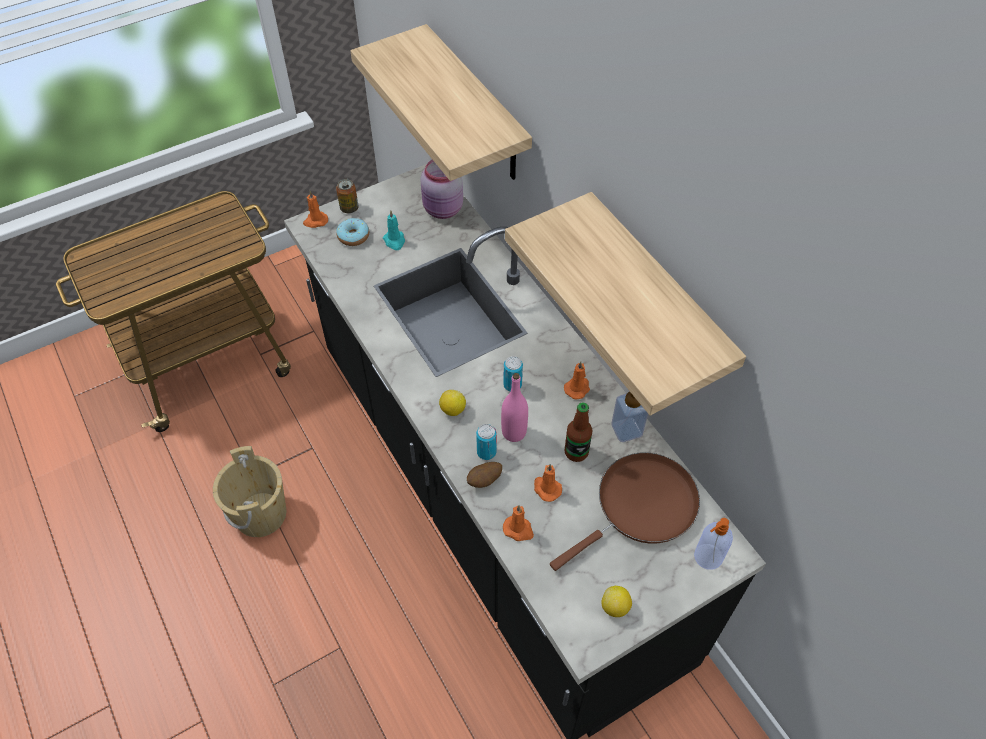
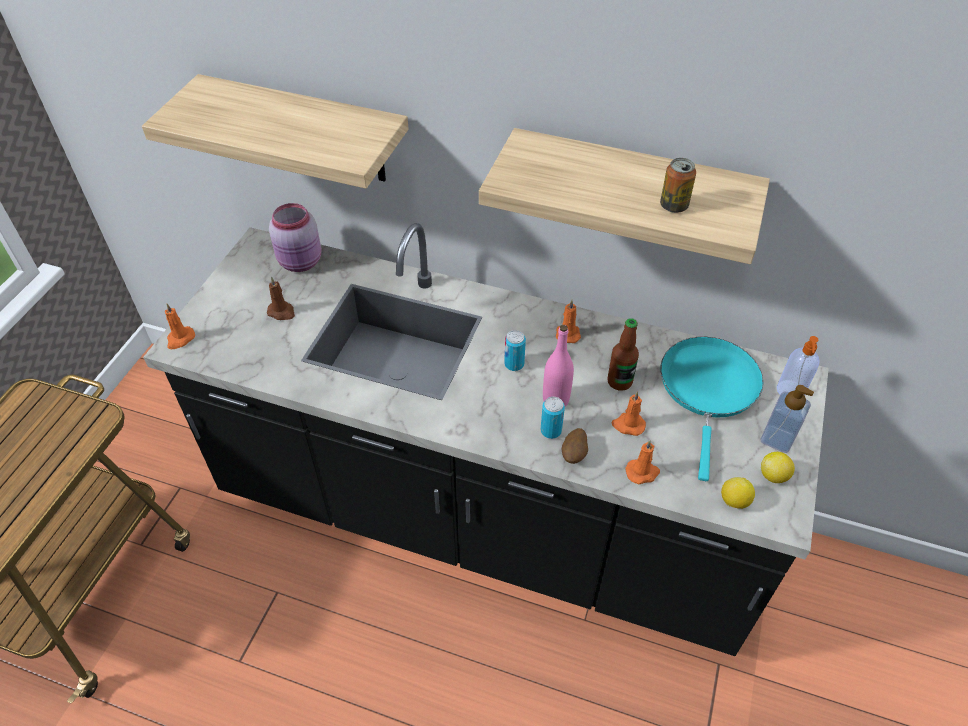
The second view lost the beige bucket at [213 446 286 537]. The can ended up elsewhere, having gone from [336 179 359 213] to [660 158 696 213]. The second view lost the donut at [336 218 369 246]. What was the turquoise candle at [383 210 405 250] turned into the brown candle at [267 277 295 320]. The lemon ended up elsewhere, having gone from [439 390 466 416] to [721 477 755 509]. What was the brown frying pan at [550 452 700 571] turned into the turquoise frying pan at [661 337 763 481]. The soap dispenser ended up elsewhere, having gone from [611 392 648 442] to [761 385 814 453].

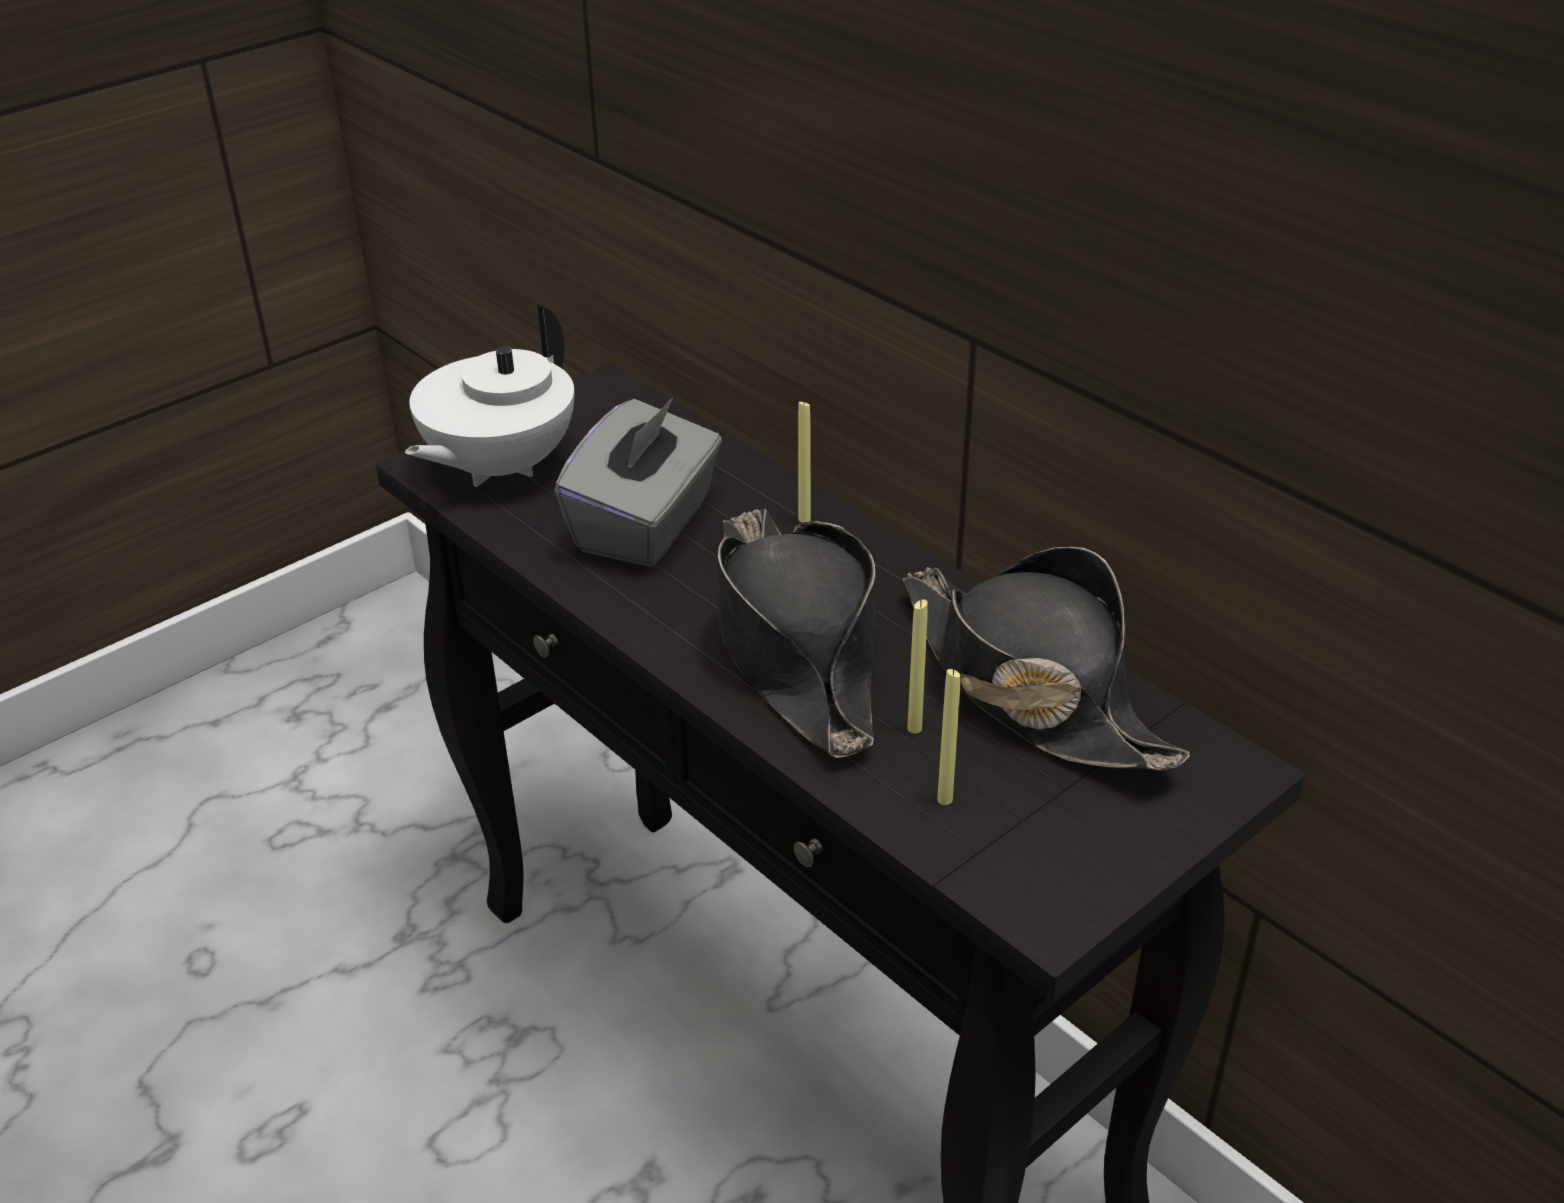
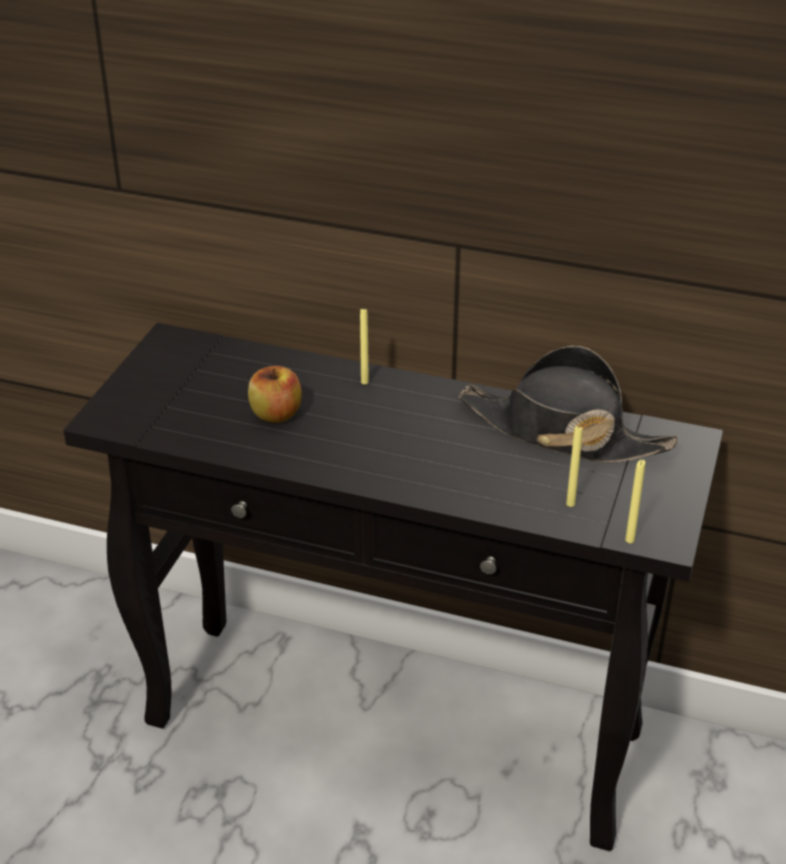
The second view lost the white teapot at [405 305 574 487]. Where the grey tissue box stood at [554 398 722 567], the apple came to stand at [248 366 302 423]. The second view lost the black hat at [718 509 876 758]. The yellow candle ended up elsewhere, having gone from [907 600 928 734] to [625 460 645 543].

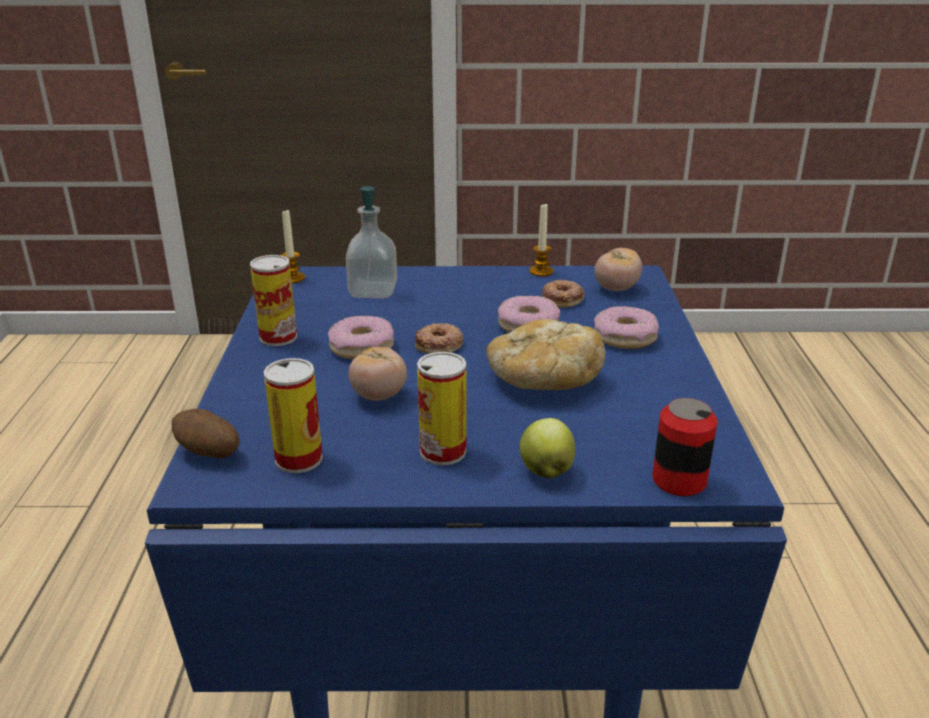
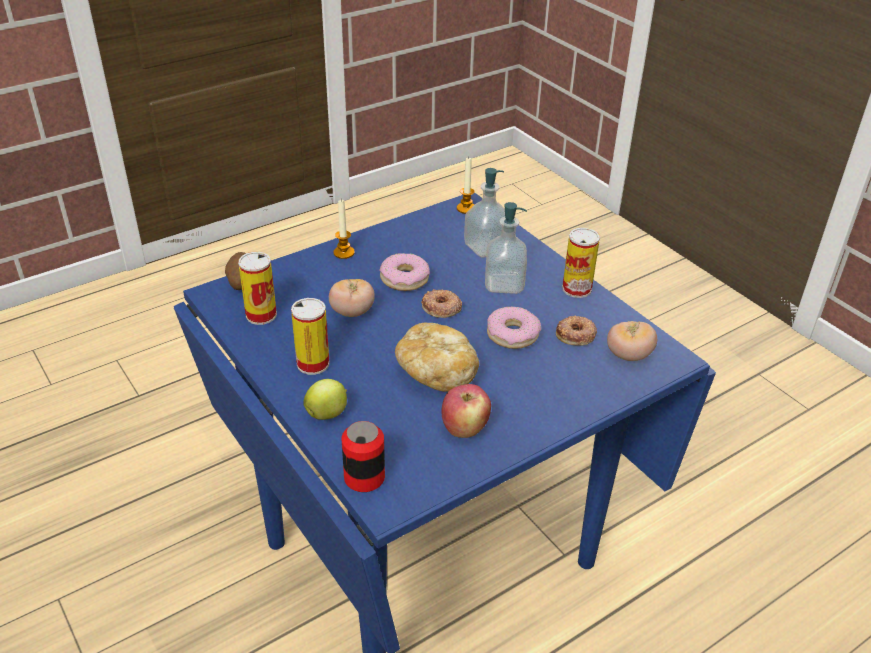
The can ended up elsewhere, having gone from [250 255 297 346] to [562 228 600 298]. The candle ended up elsewhere, having gone from [529 204 553 276] to [333 200 355 259]. The second view lost the donut at [594 306 659 349]. The second view gained the apple at [441 384 491 438]. The second view gained the soap dispenser at [485 202 527 294].

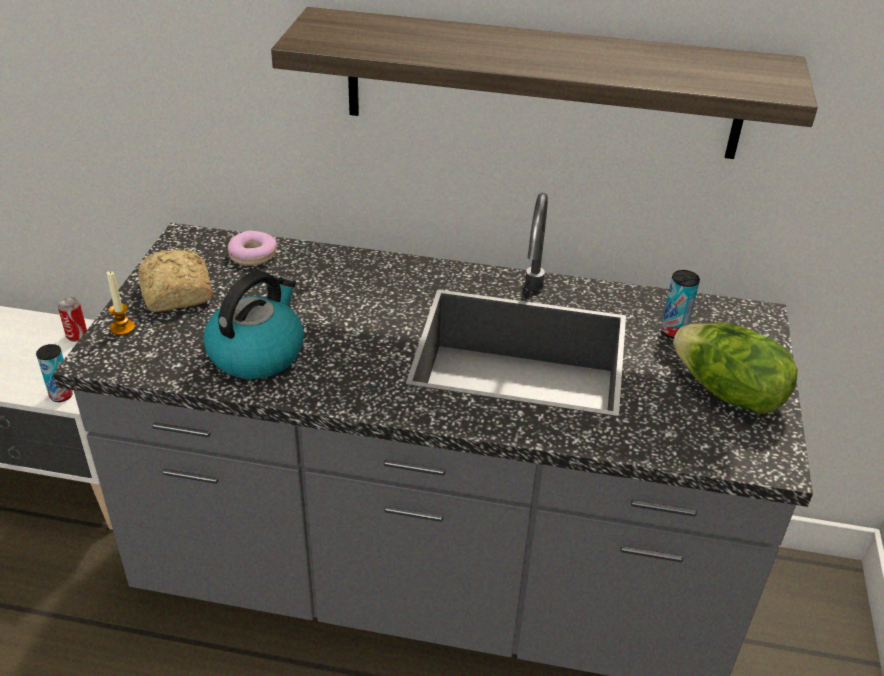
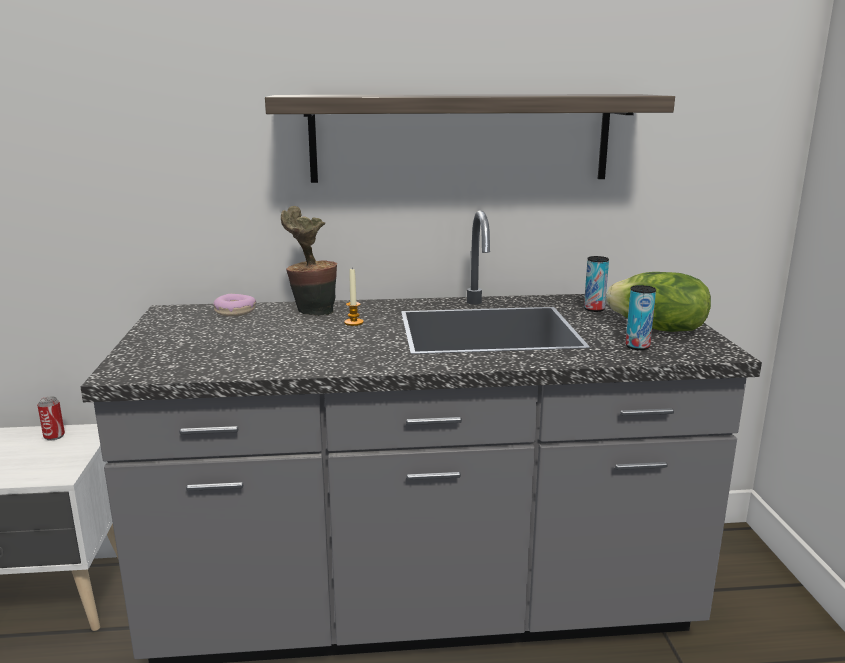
The can ended up elsewhere, having gone from [36 344 73 402] to [625 285 656 350]. The candle ended up elsewhere, having gone from [107 271 135 335] to [344 269 364 326]. The second view lost the bread at [138 249 213 312]. The second view lost the kettle at [203 271 304 379]. The second view gained the potted plant at [281 206 337 316].

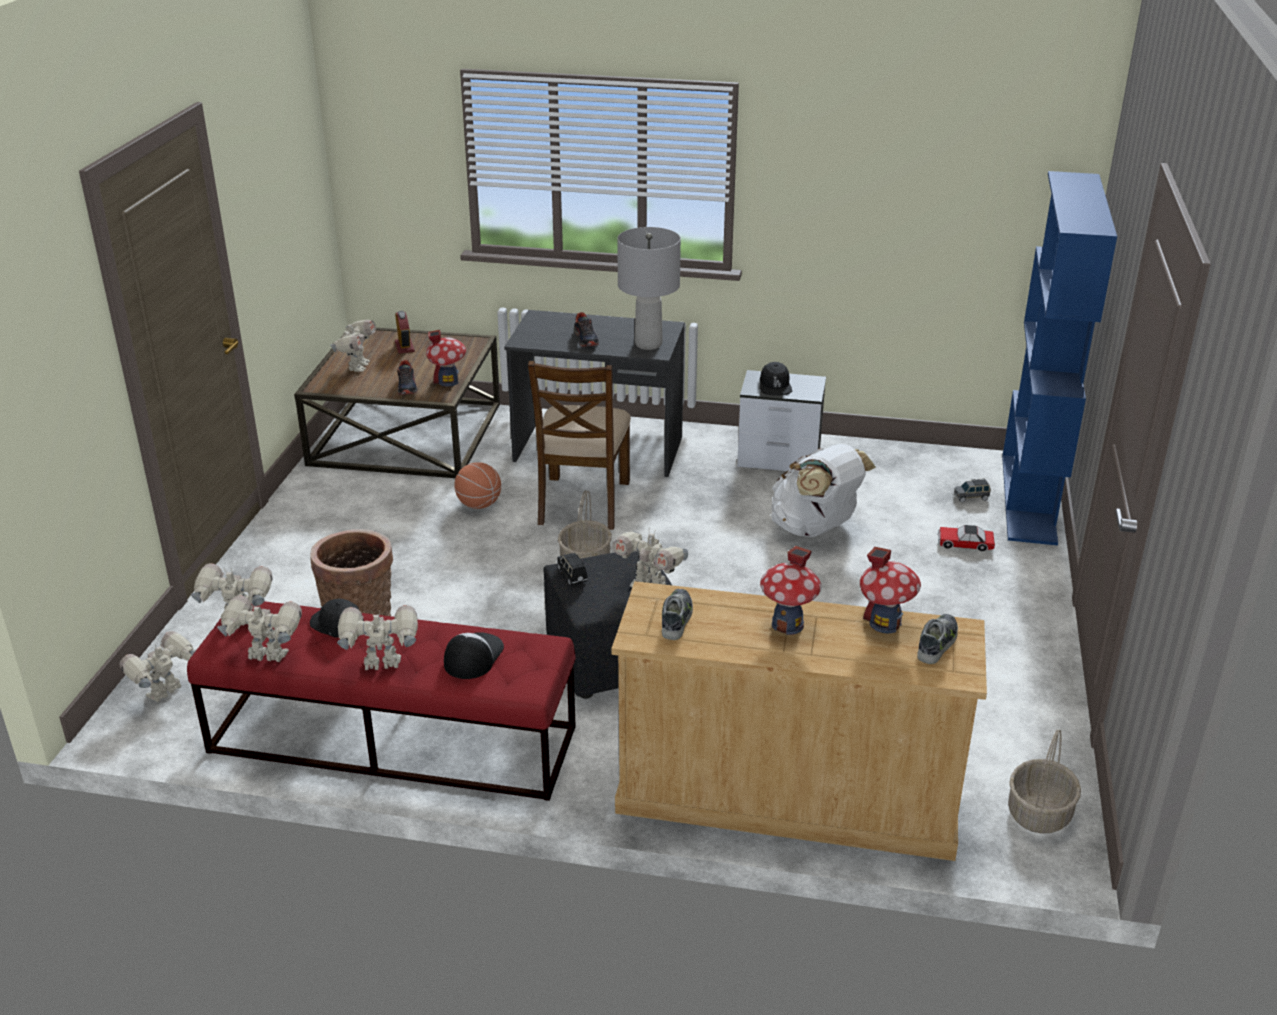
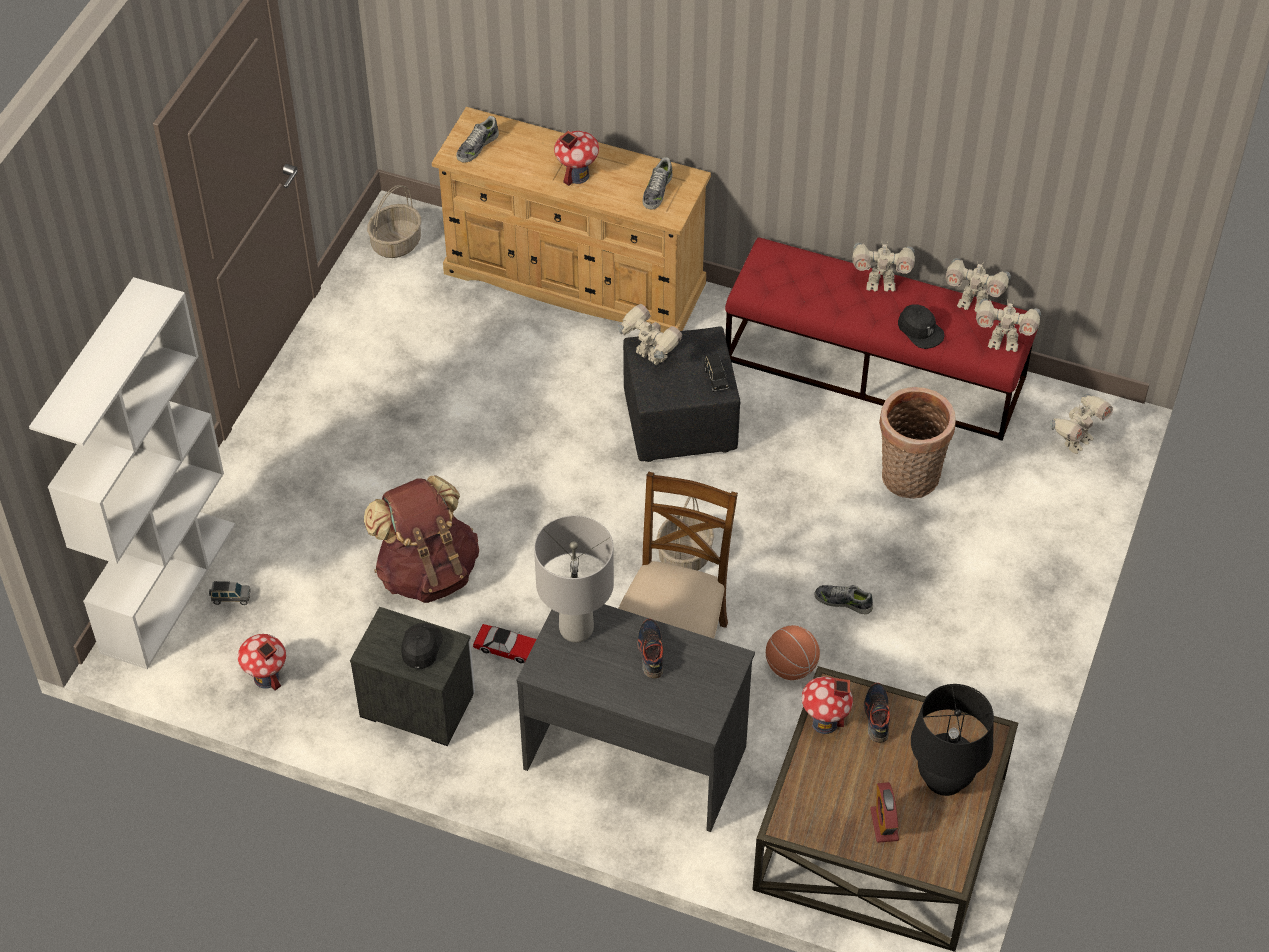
Where the toy robot stood at [330 320 376 372], the black table lamp came to stand at [911 684 994 796]. The second view lost the cap at [444 632 504 679]. What was the white backpack at [771 444 876 537] turned into the brown backpack at [364 475 479 603]. The toy house ended up elsewhere, having gone from [860 547 921 633] to [238 634 286 691]. The toy car ended up elsewhere, having gone from [938 525 995 551] to [473 624 537 664]. What was the blue bookcase at [1002 171 1117 545] turned into the white bookcase at [29 277 235 669]. The second view gained the shoe at [815 585 873 614].

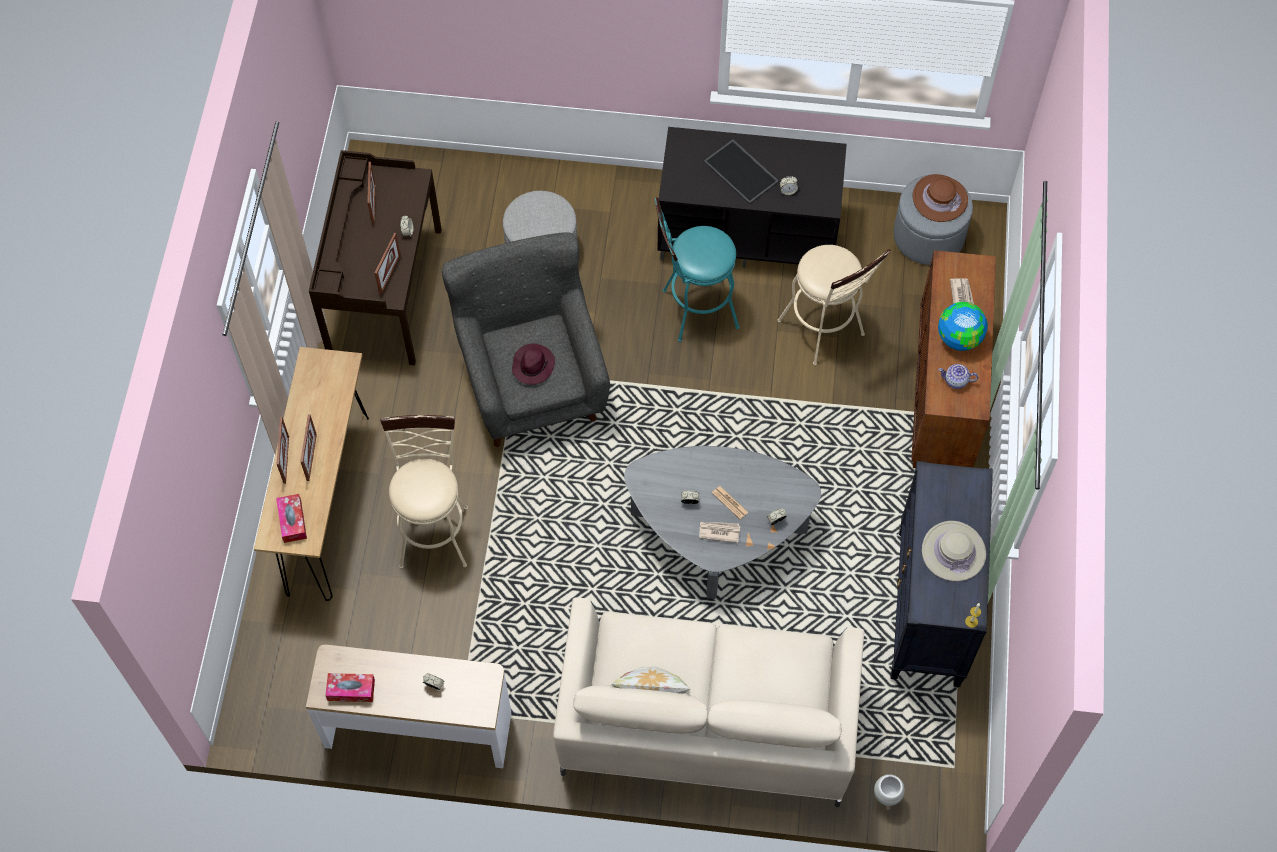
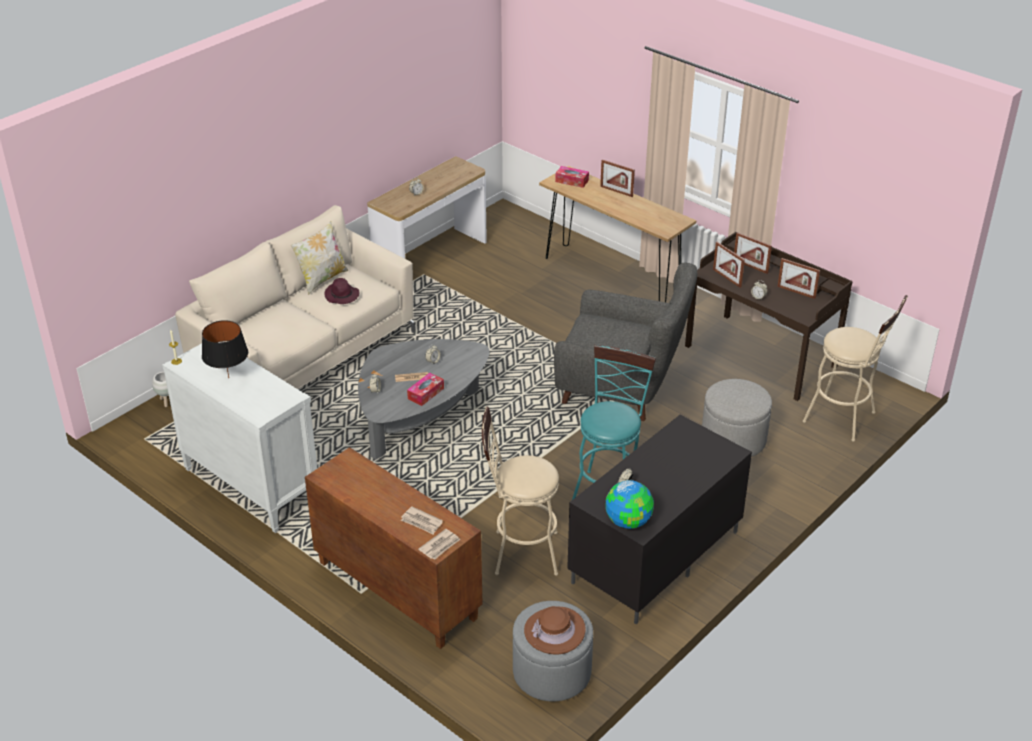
The picture frame ended up elsewhere, having gone from [300 414 317 481] to [734 232 772 274]. The tissue box ended up elsewhere, having gone from [325 673 375 702] to [407 373 444 406]. The beige stool ended up elsewhere, having gone from [380 415 468 569] to [803 295 908 442]. The purple hat ended up elsewhere, having gone from [512 343 555 385] to [324 278 359 304]. The newspaper ended up elsewhere, having gone from [699 522 740 543] to [418 529 461 559]. The second view lost the tray at [704 139 779 204]. What was the black dresser at [890 461 993 688] turned into the white dresser at [162 342 317 533]. Where the beige hat stood at [922 521 986 582], the black table lamp came to stand at [202 320 248 378]. The globe ended up elsewhere, having gone from [938 302 988 351] to [605 480 654 529]. The second view lost the teapot at [938 364 978 389].

